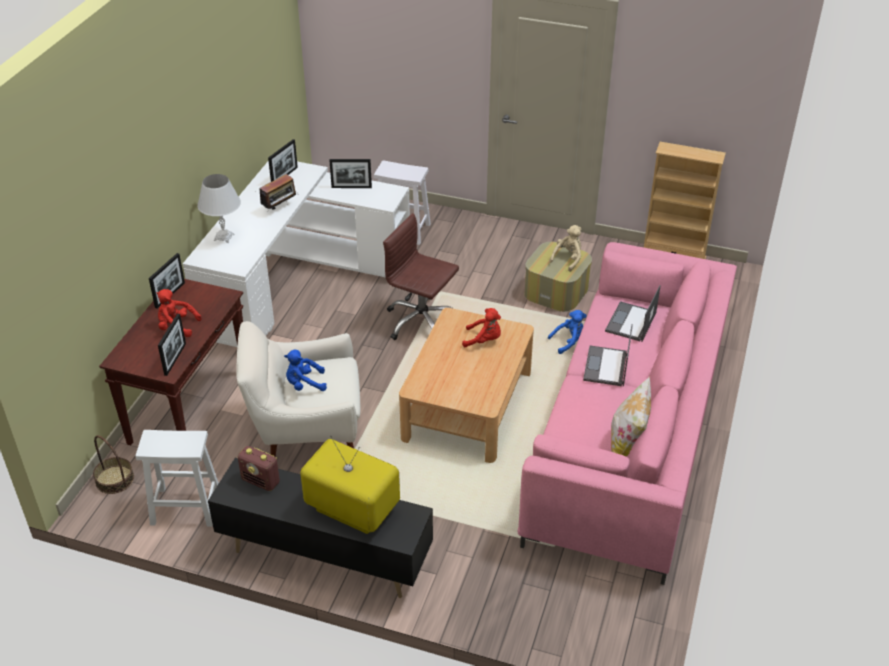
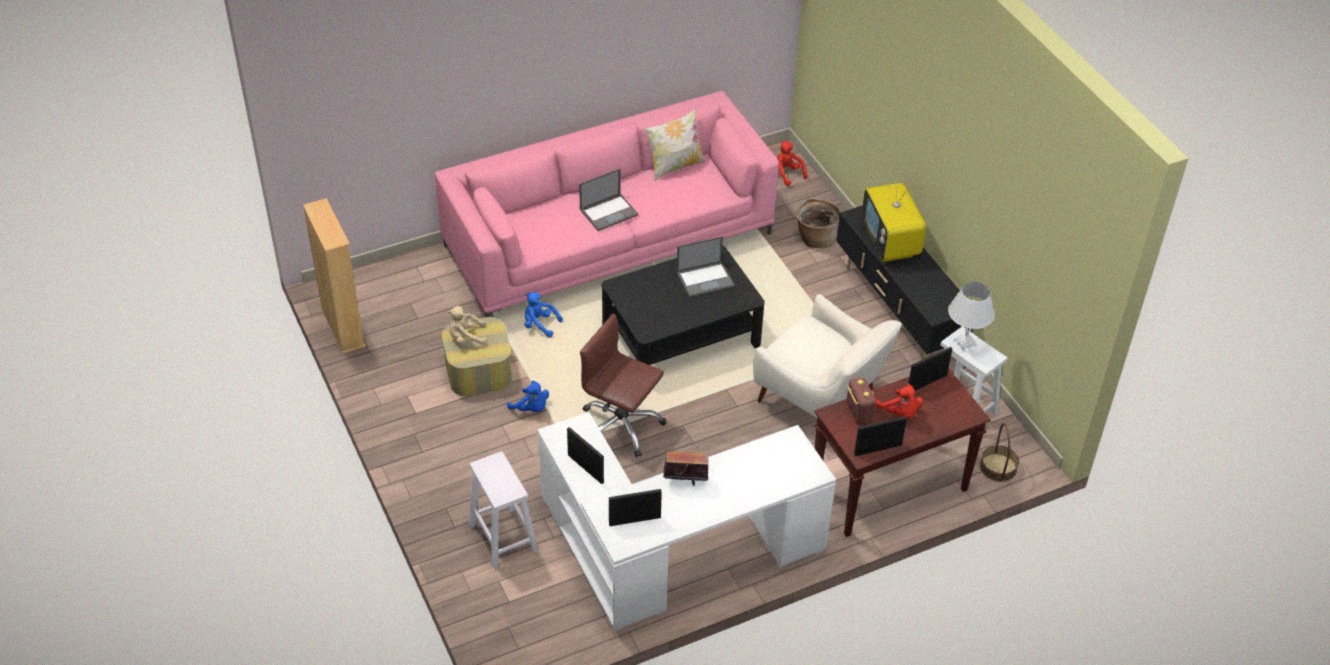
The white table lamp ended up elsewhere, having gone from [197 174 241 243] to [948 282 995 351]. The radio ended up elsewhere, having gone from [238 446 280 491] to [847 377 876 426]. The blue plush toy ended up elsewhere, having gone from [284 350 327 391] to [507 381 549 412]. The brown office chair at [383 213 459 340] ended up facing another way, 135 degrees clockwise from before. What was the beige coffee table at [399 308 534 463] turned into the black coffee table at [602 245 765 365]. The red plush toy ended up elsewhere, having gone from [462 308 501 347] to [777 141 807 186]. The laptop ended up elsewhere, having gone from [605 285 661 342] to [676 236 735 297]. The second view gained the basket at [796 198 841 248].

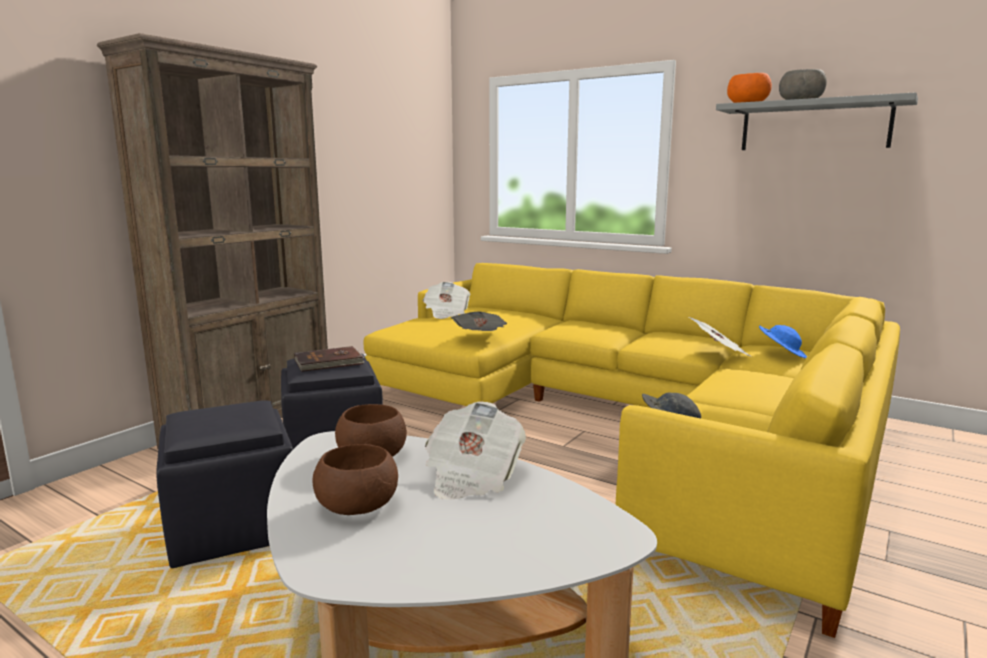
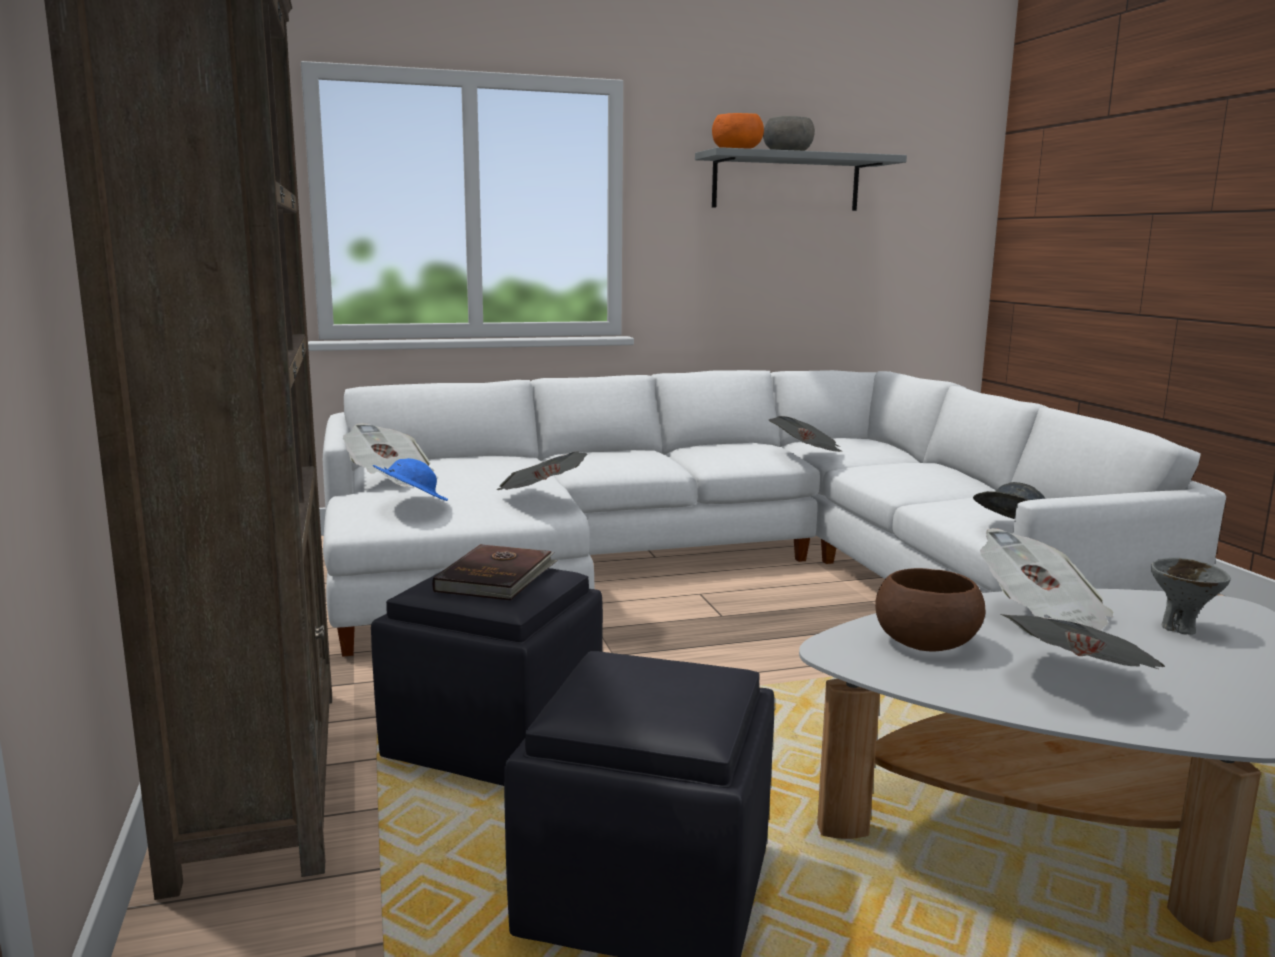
Where the brown bowl stood at [312 444 398 515], the newspaper came to stand at [1001 614 1165 669]. What was the yellow sofa at [363 263 900 638] turned into the white sofa at [323 370 1226 657]. The blue hat ended up elsewhere, having gone from [759 325 807 358] to [373 458 448 501]. The second view gained the grey bowl at [1151 558 1231 635].

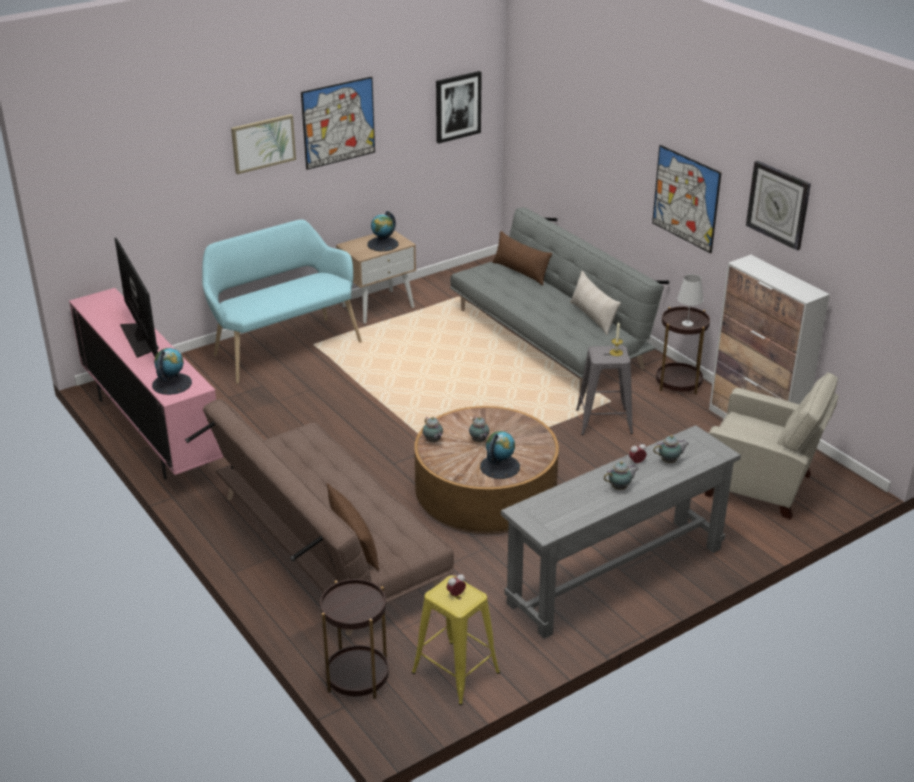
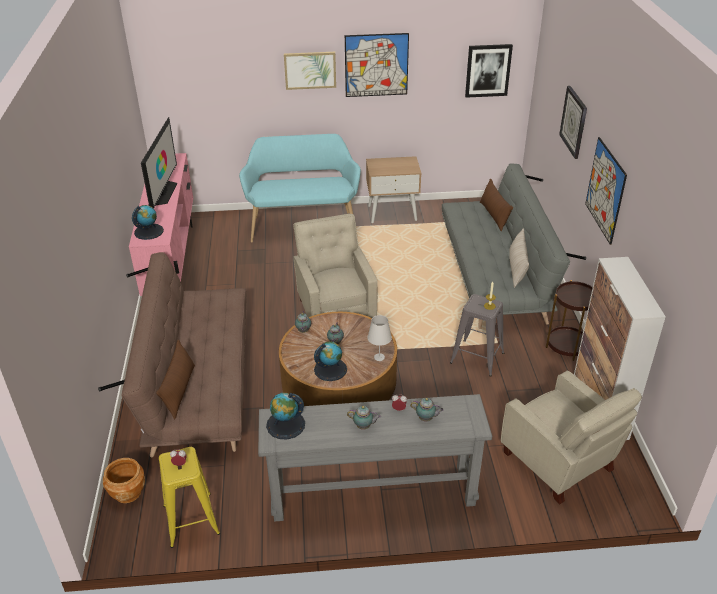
Where the brown side table stood at [320 579 389 699], the brown planter came to stand at [103 458 145 503]. The globe ended up elsewhere, having gone from [367 211 398 251] to [266 393 305 439]. The white table lamp ended up elsewhere, having gone from [677 274 703 327] to [367 315 392 361]. The wall clock ended up elsewhere, having gone from [746 161 811 250] to [559 86 587 159]. The second view gained the beige armchair at [293 214 378 318].

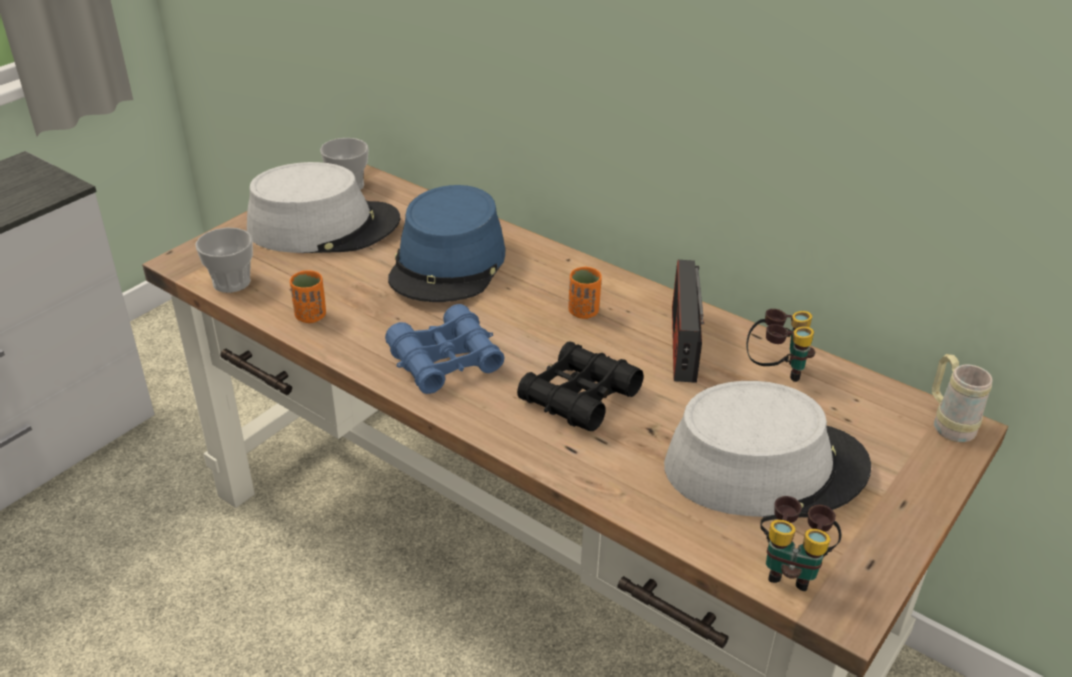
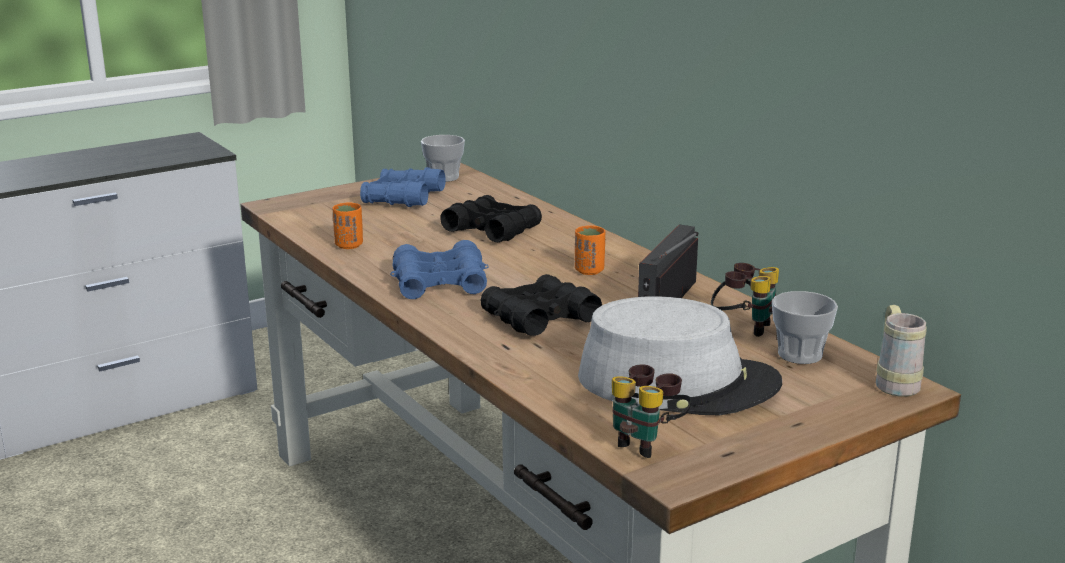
The cup ended up elsewhere, having gone from [195 228 253 293] to [772 291 838 364]. Where the grey hat stood at [247 162 401 253], the blue binoculars came to stand at [360 167 446 207]. Where the blue hat stood at [388 185 505 302], the black binoculars came to stand at [440 195 542 242].

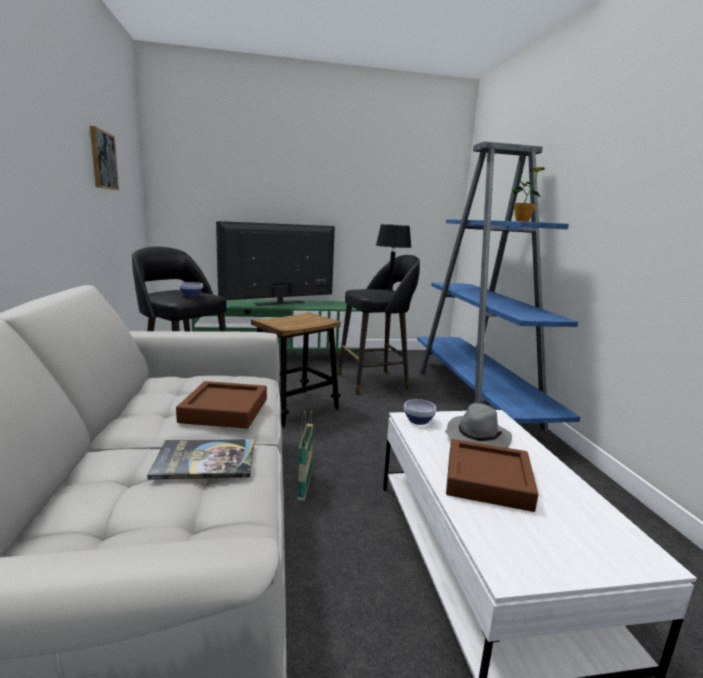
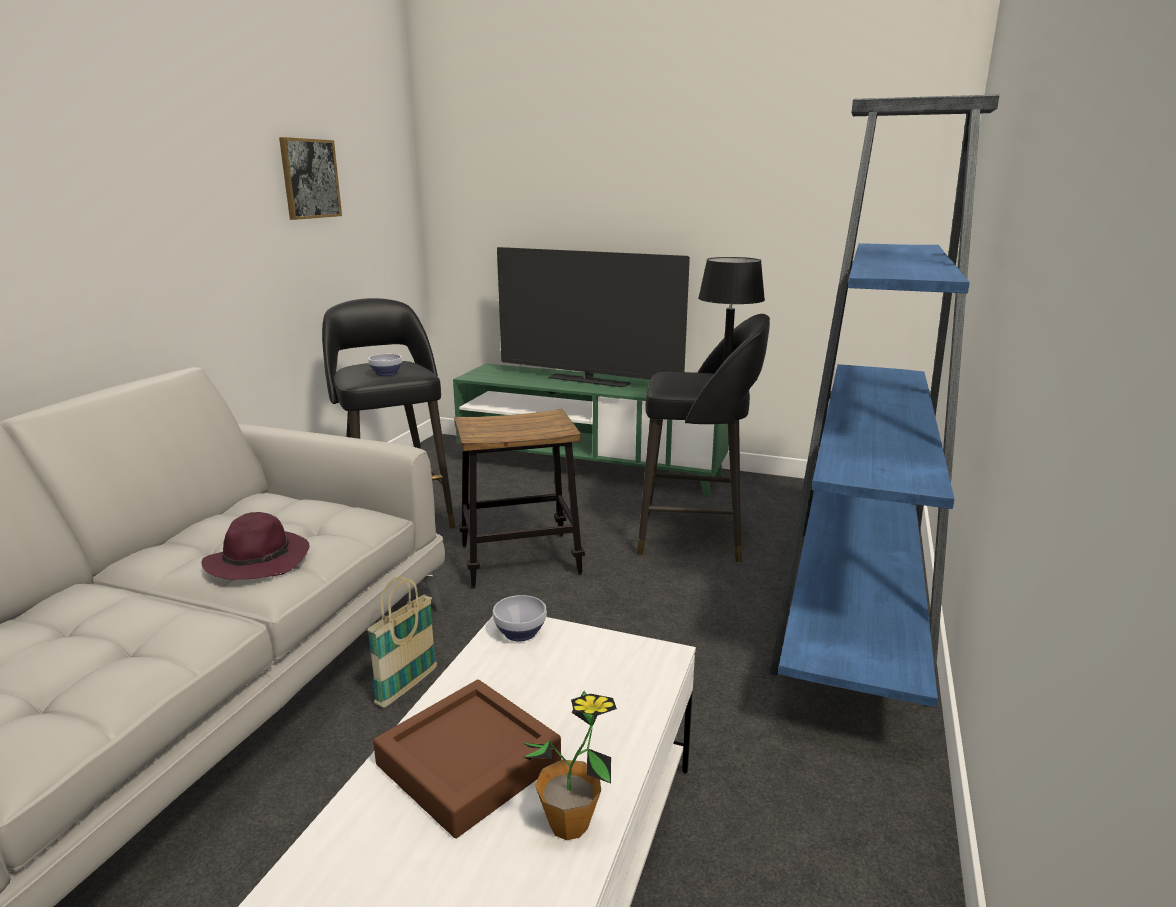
The second view lost the book at [147 439 255 480]. Where the brown tray stood at [176 381 267 429], the purple hat came to stand at [202 512 309 580]. The television at [216 221 335 306] ended up facing another way, 150 degrees counterclockwise from before. The second view lost the grey hat at [445 403 512 448]. The potted plant ended up elsewhere, having gone from [512 167 544 222] to [523 691 617 840].

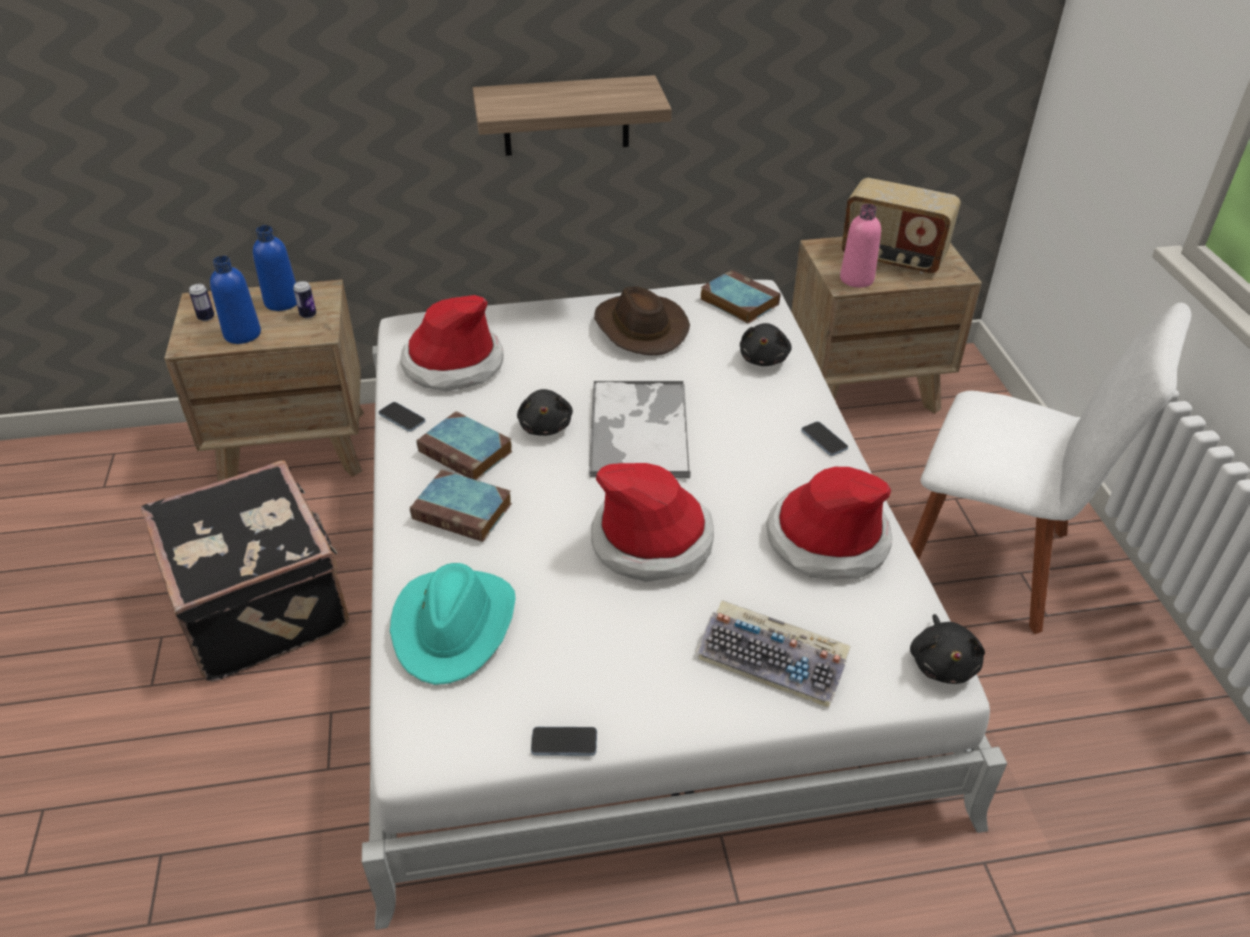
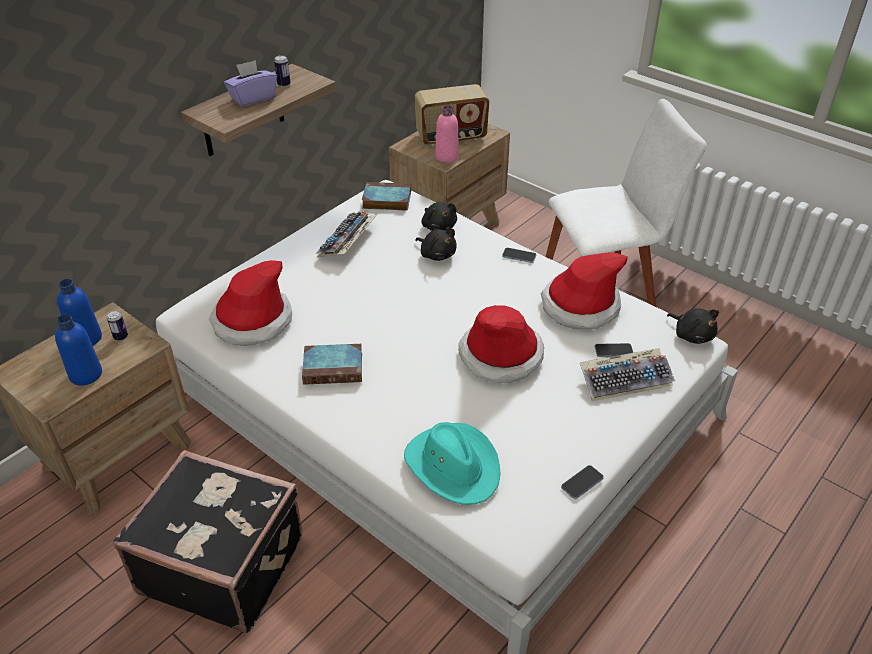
The can ended up elsewhere, having gone from [189 284 214 321] to [274 55 291 87]. The phone ended up elsewhere, having gone from [378 402 425 432] to [595 343 633 357]. The second view lost the book at [410 470 512 542]. The black plush toy ended up elsewhere, having gone from [517 389 573 436] to [415 229 456 261]. The second view lost the tray at [589 381 691 478]. Where the brown hat stood at [594 287 690 355], the keyboard came to stand at [316 211 377 257]. The second view gained the purple tissue box at [224 60 277 107].

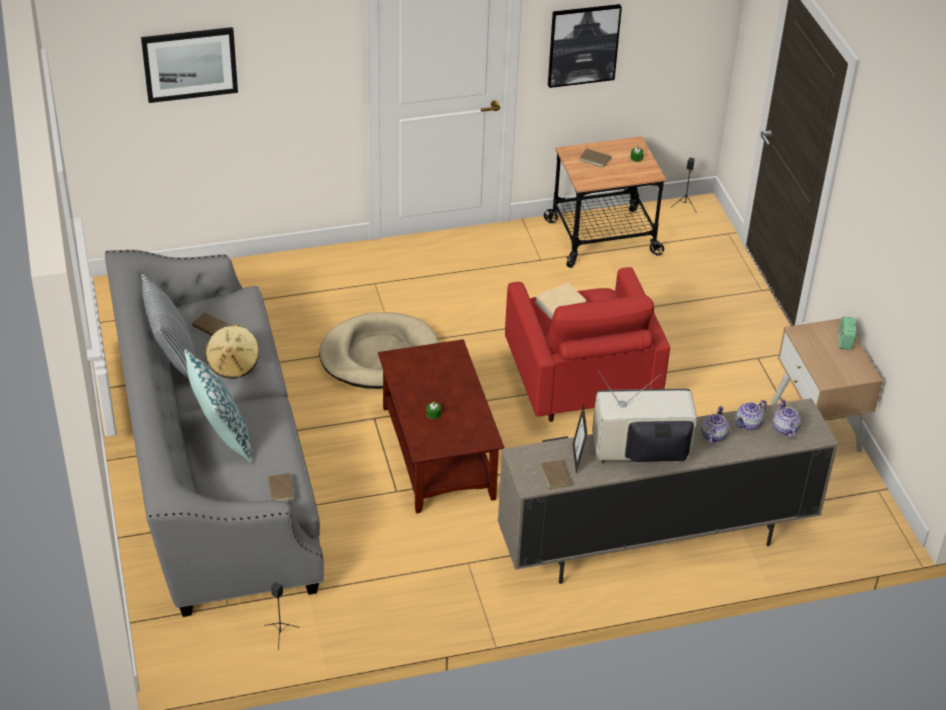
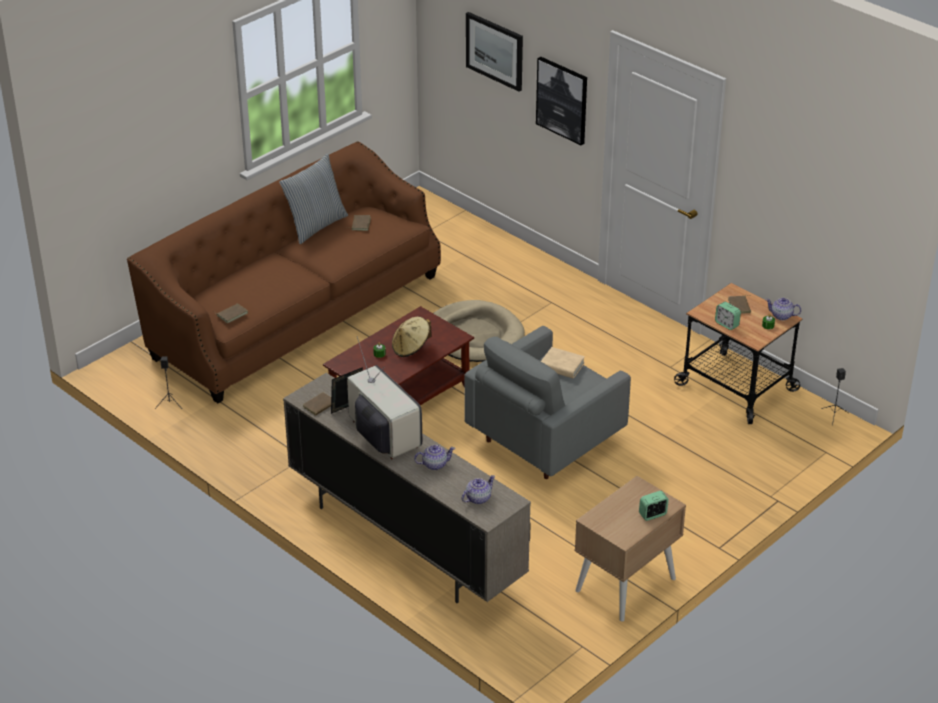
What was the grey sofa at [105 250 324 617] turned into the brown sofa at [127 142 441 403]. The second view lost the pillow at [184 349 253 463]. The beige hat ended up elsewhere, having gone from [205 324 259 379] to [392 317 432 357]. What was the red armchair at [505 267 670 422] turned into the grey armchair at [464 326 631 479]. The picture ended up elsewhere, having gone from [548 4 622 88] to [536 57 587 145]. The teapot ended up elsewhere, having gone from [735 400 767 430] to [765 298 801 320]. The second view gained the alarm clock at [715 302 741 330].

